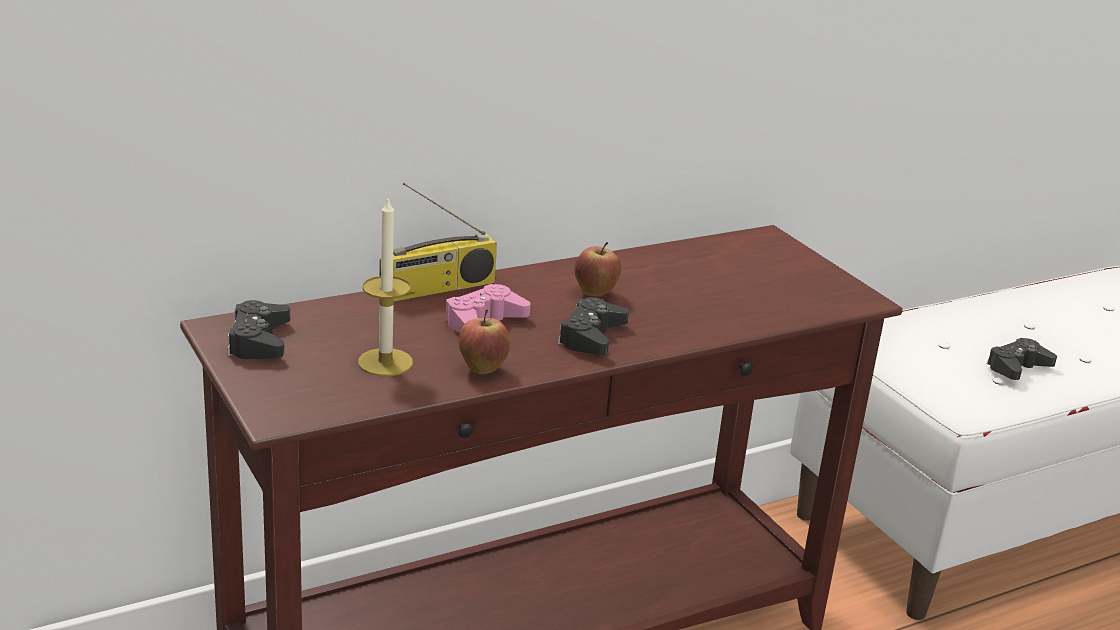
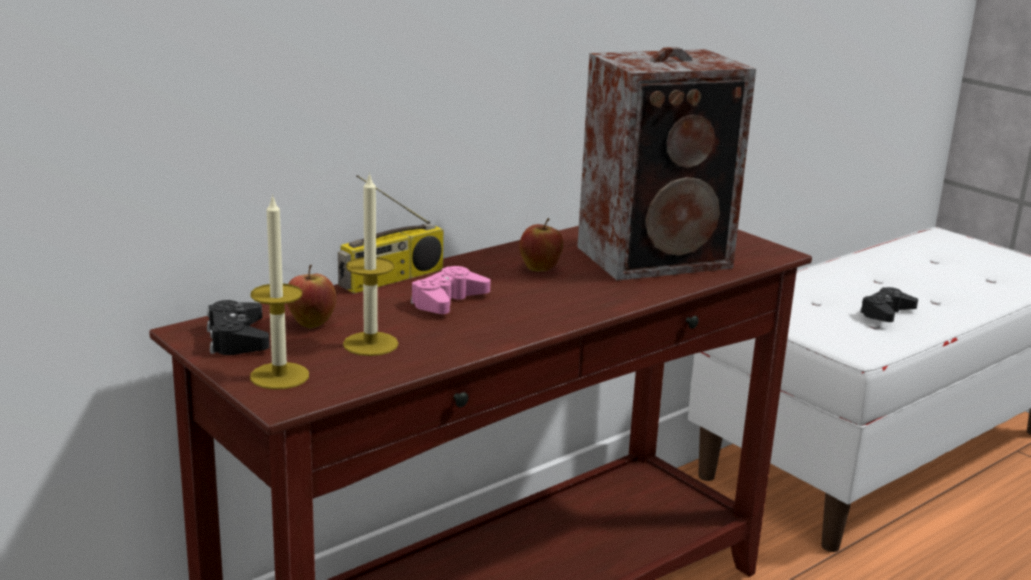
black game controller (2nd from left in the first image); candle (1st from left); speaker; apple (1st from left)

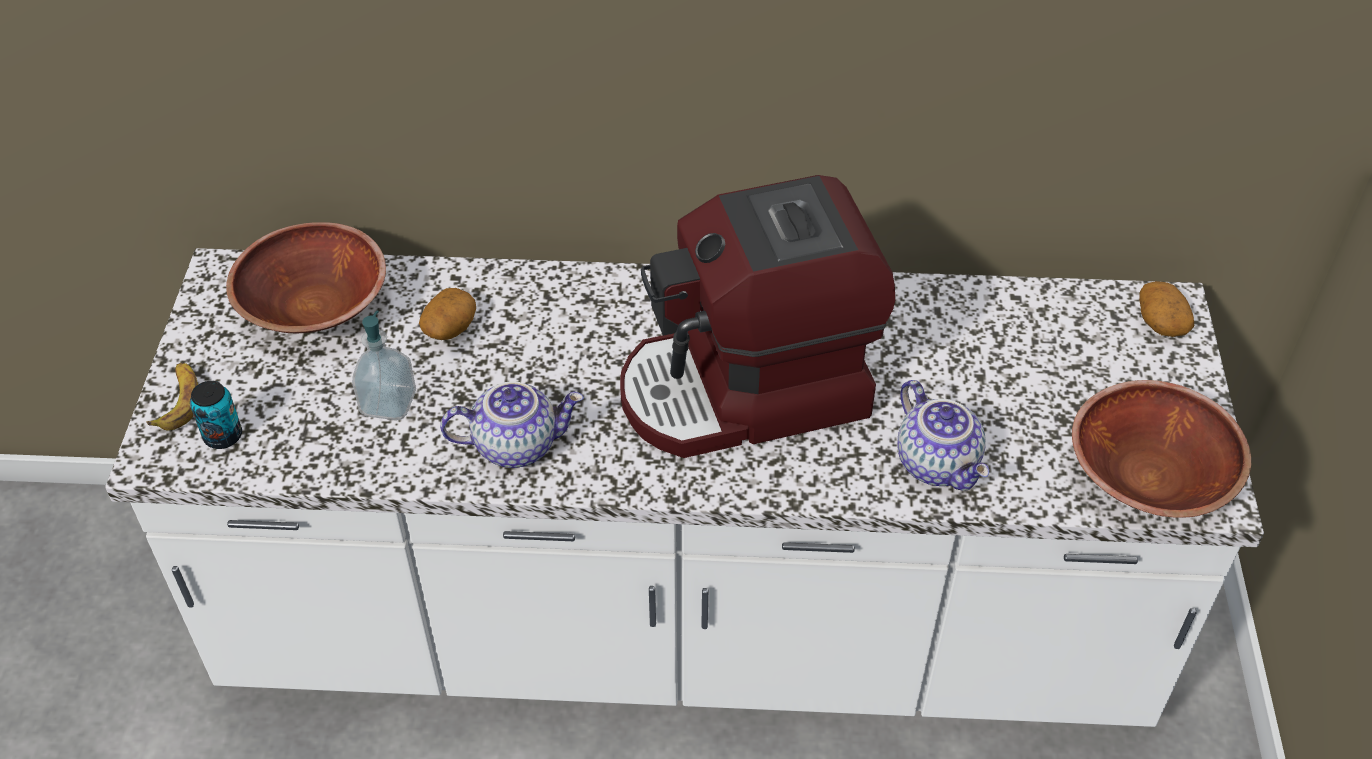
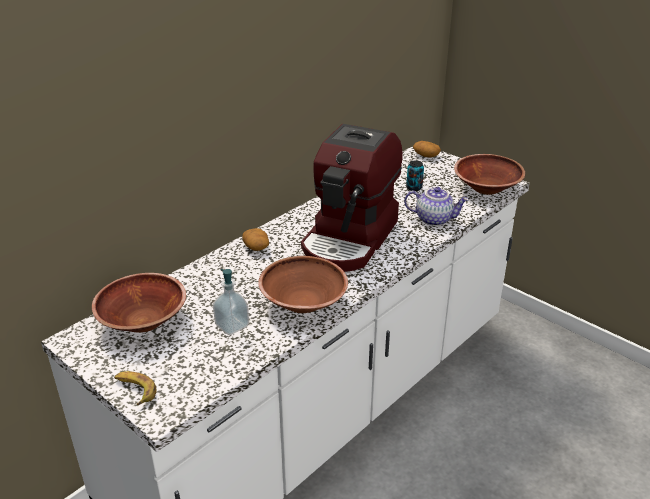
can; potato (1st from left); brown bowl (2nd from left)

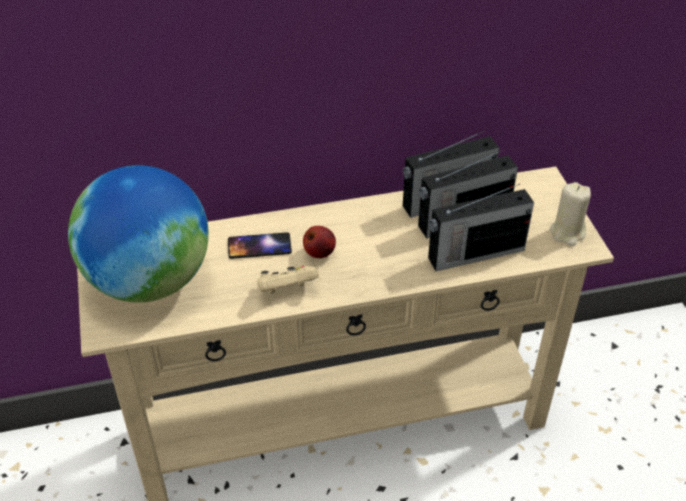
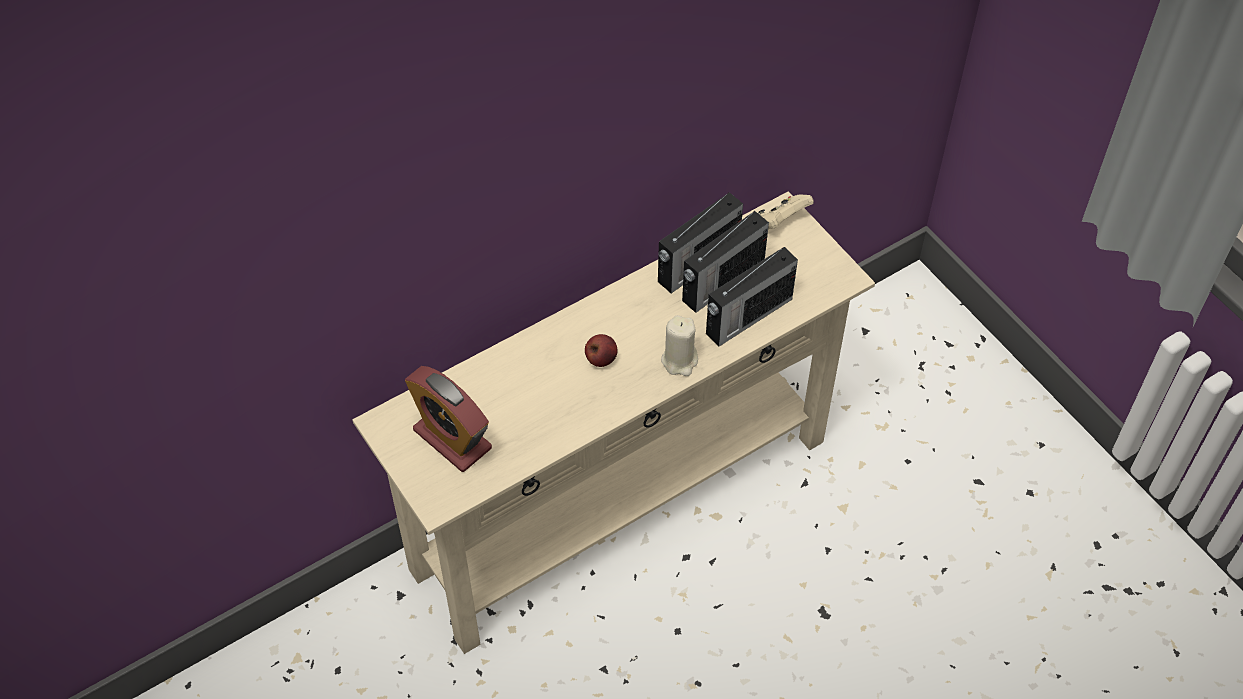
phone; beige game controller; beige candle; alarm clock

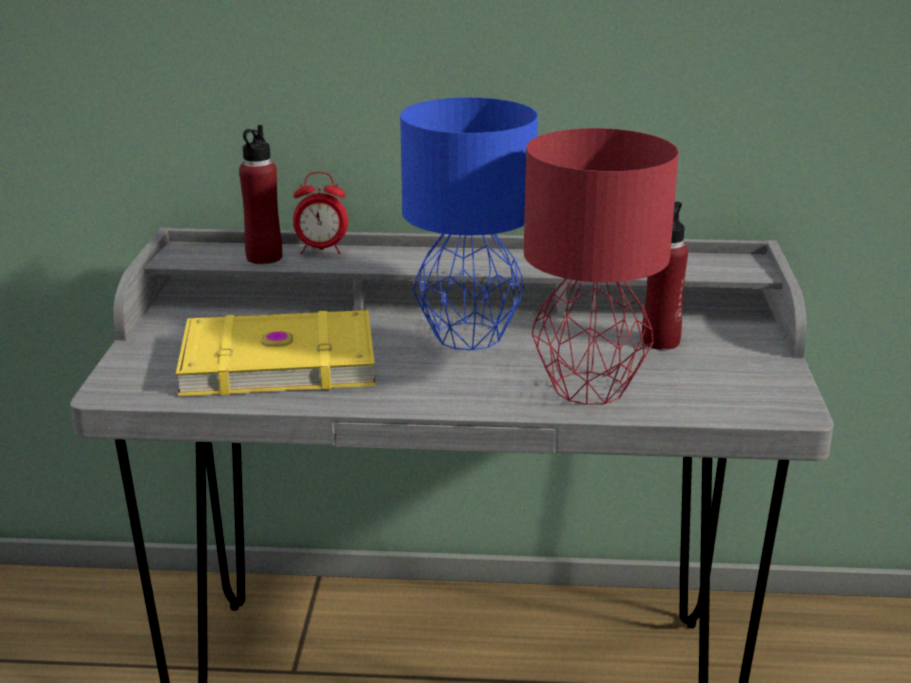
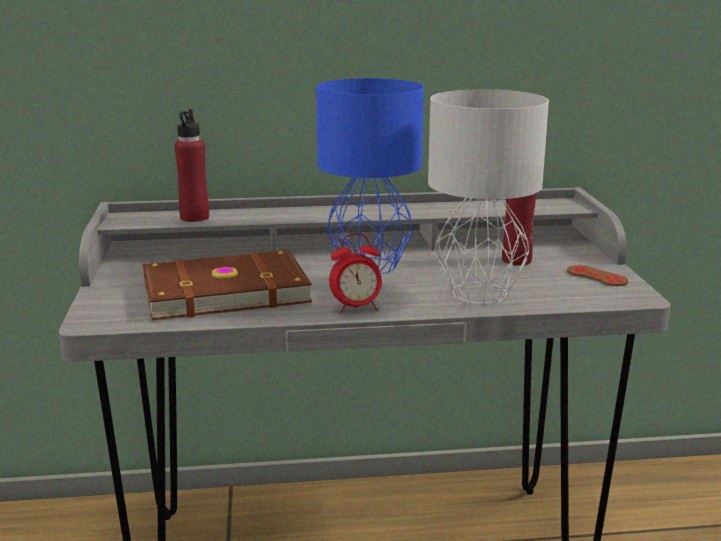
brown game controller; alarm clock; brown book; grey table lamp

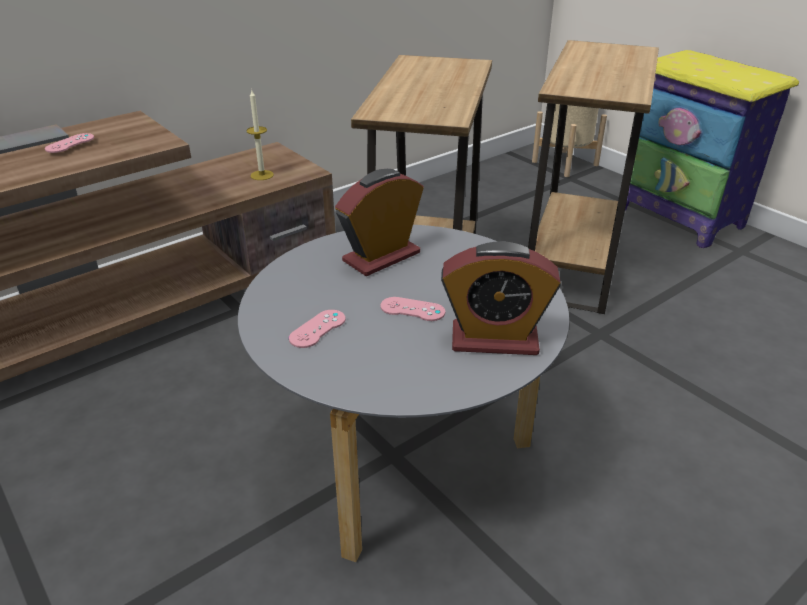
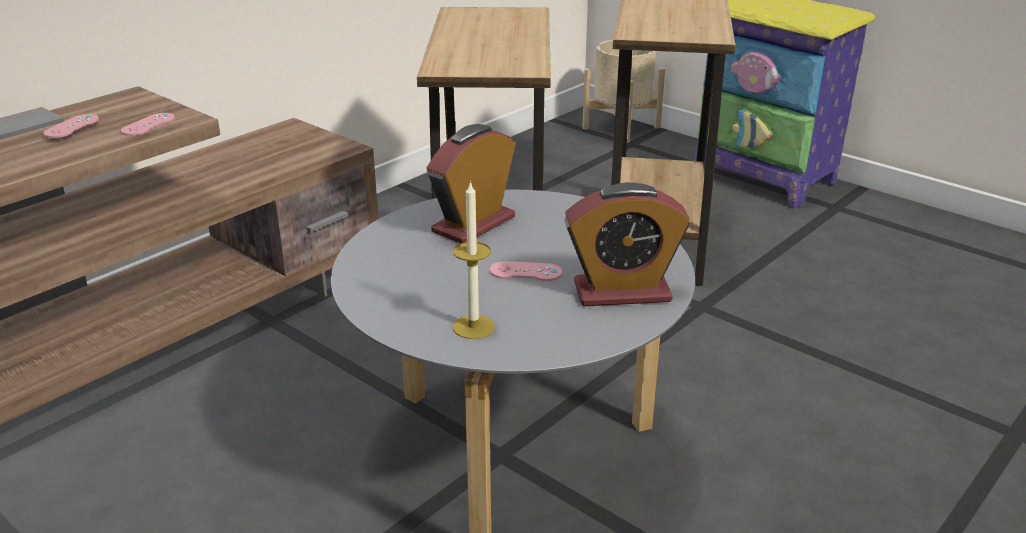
candle; pink game controller (2nd from left)

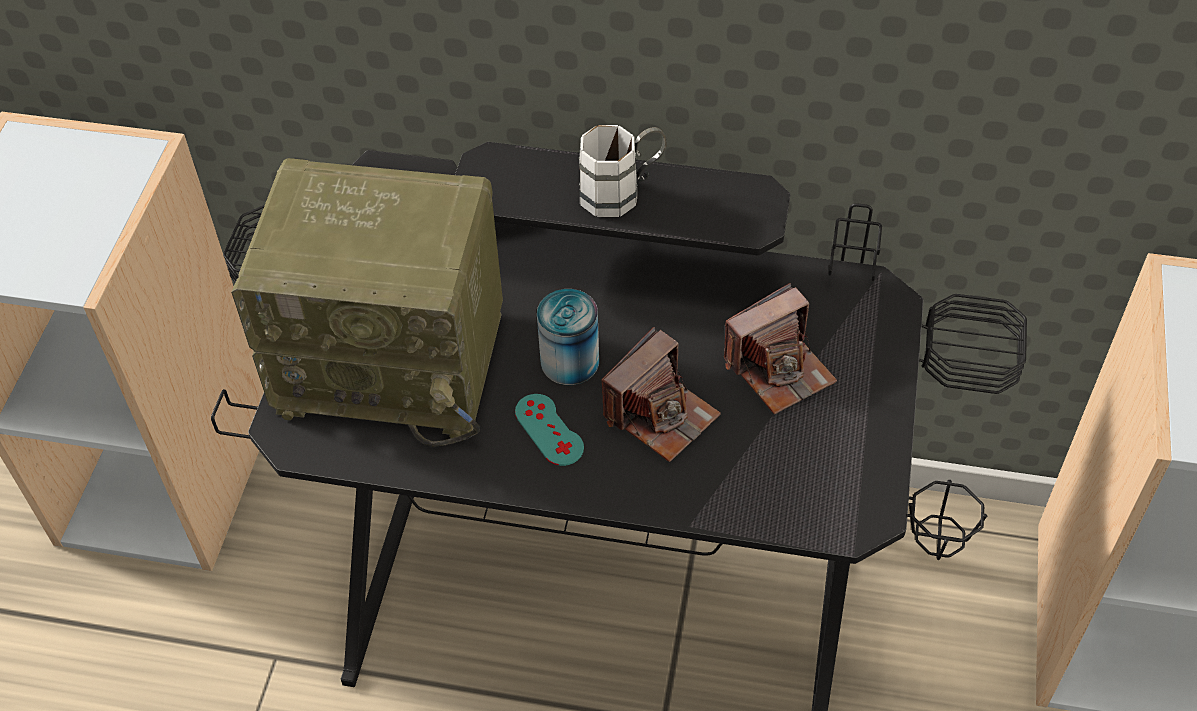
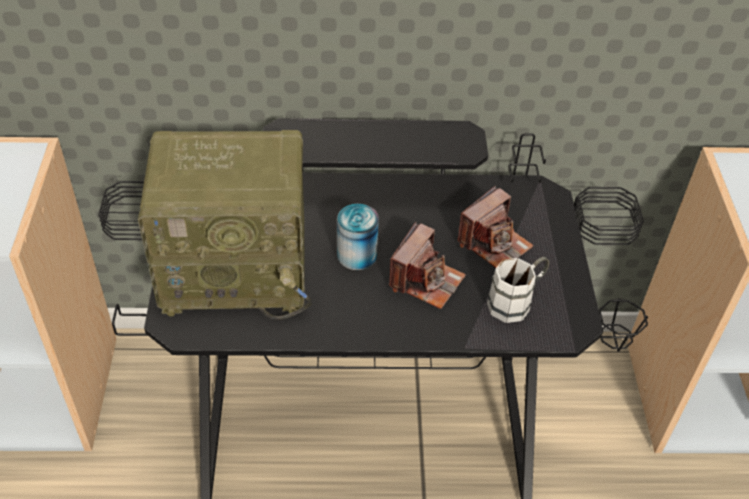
turquoise game controller; white mug

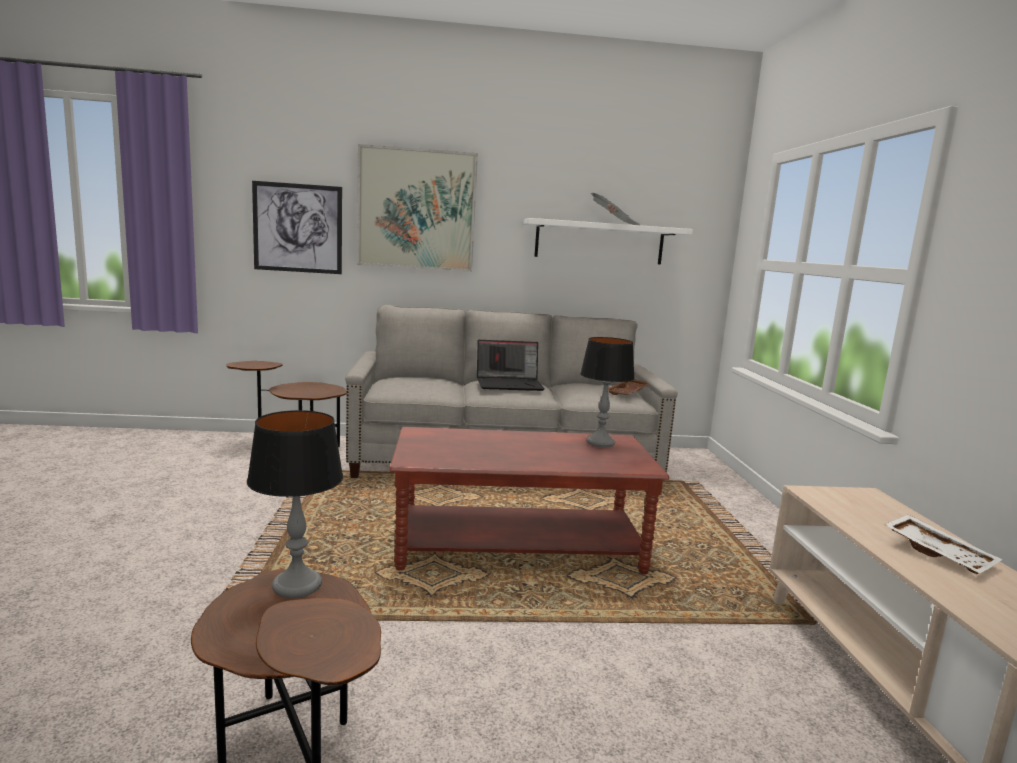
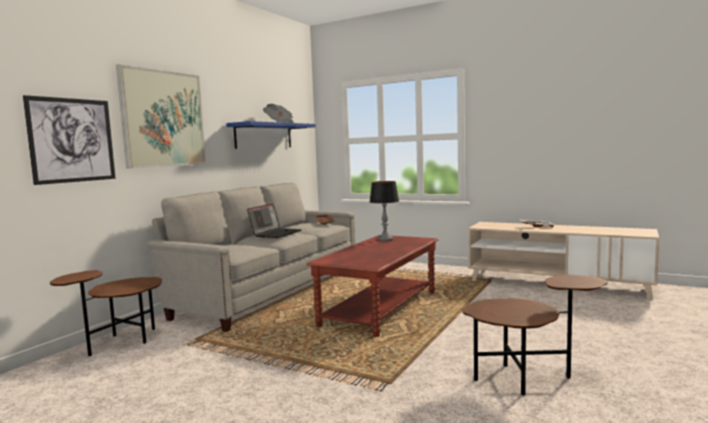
table lamp (1st from left in the first image); blue shelf

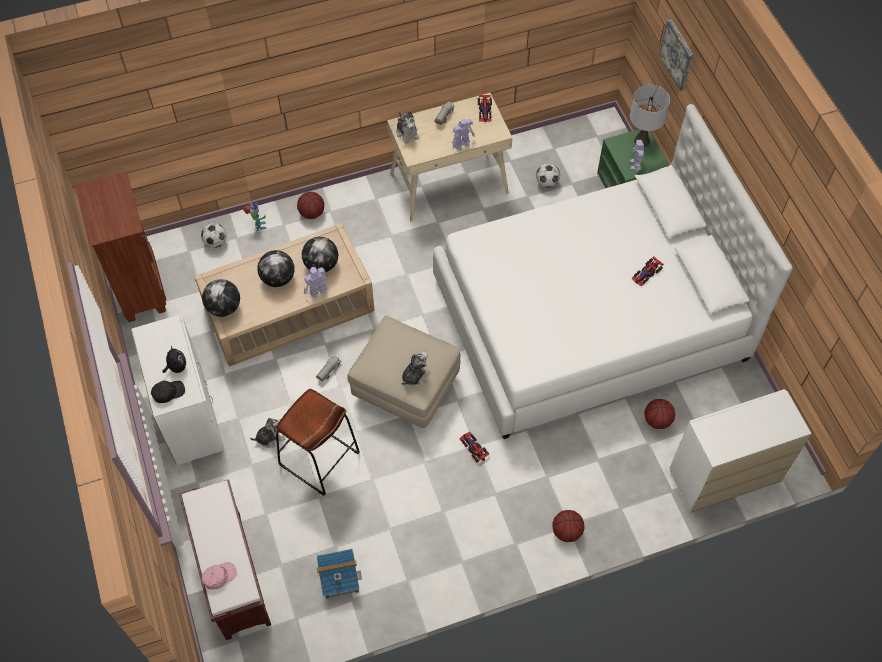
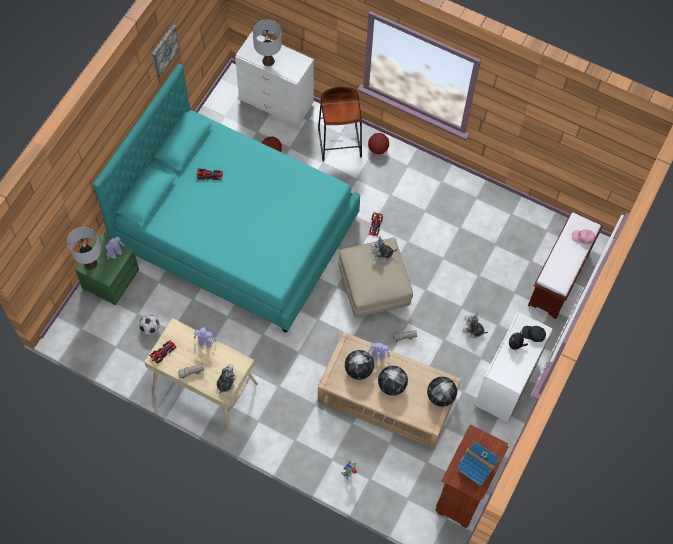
football (1st from left in the first image); basketball (1st from left in the first image); grey table lamp (2nd from left); brown stool; toy house; picture; turquoise bed

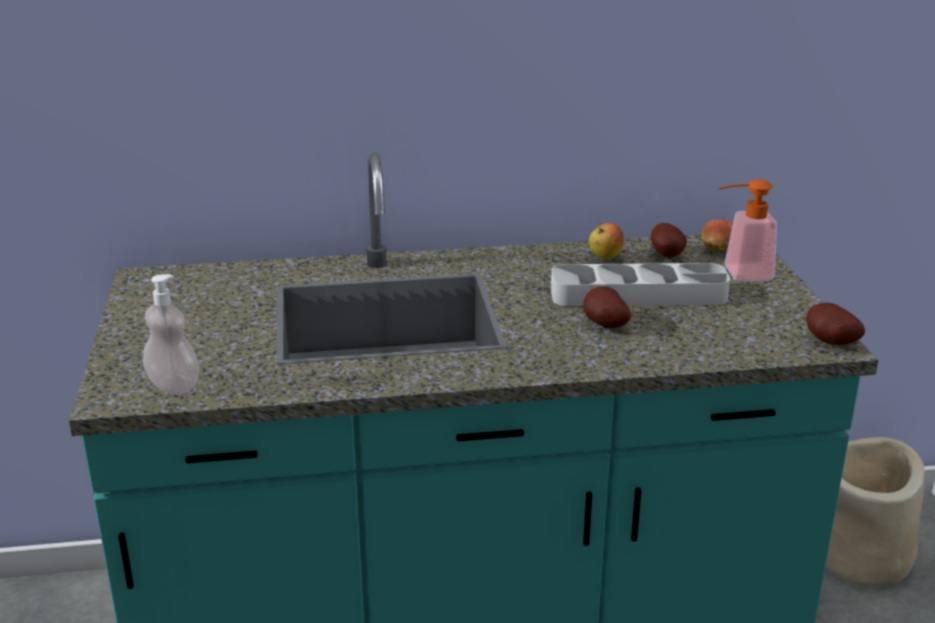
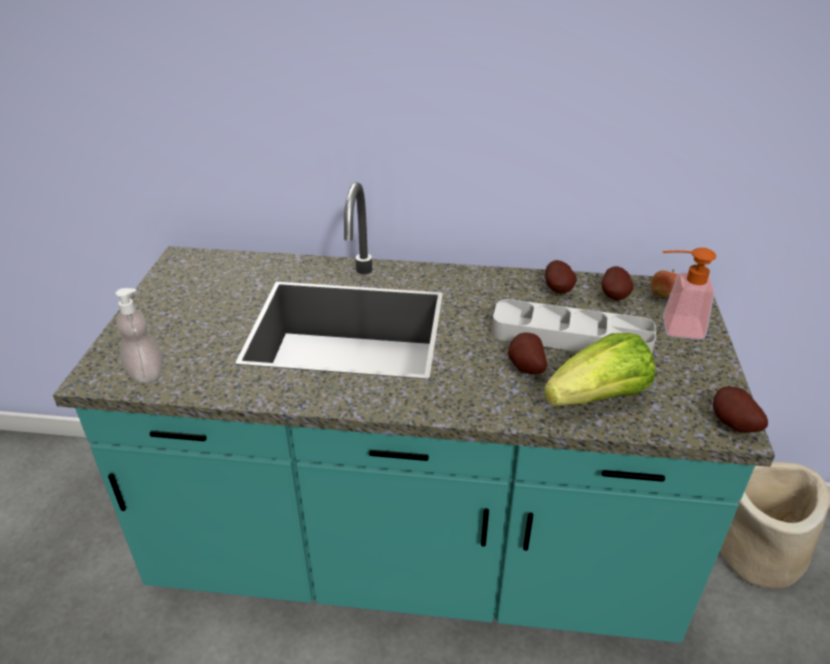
lettuce; potato (2nd from left)

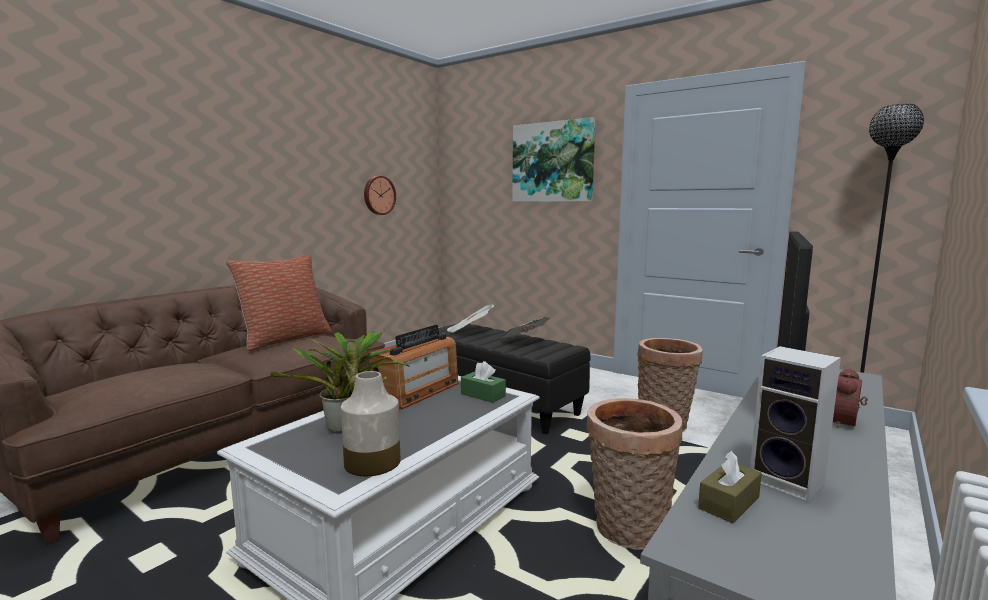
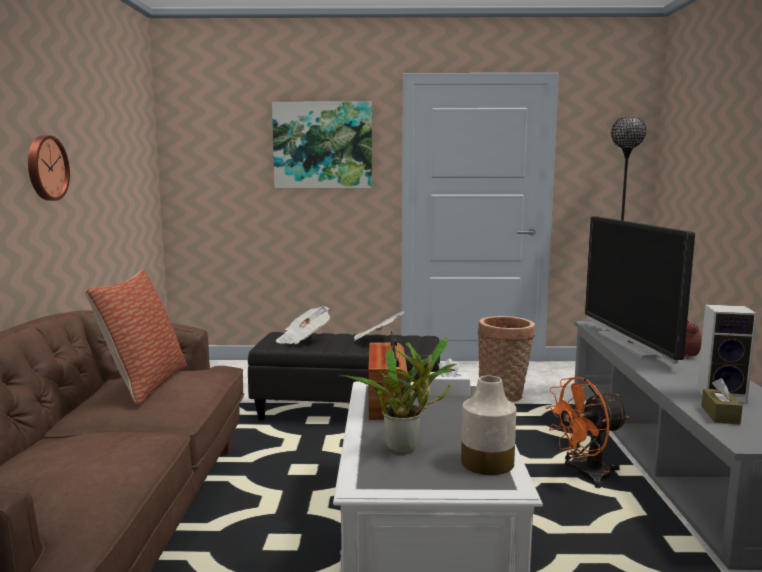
wall clock; orange fan; white tissue box

